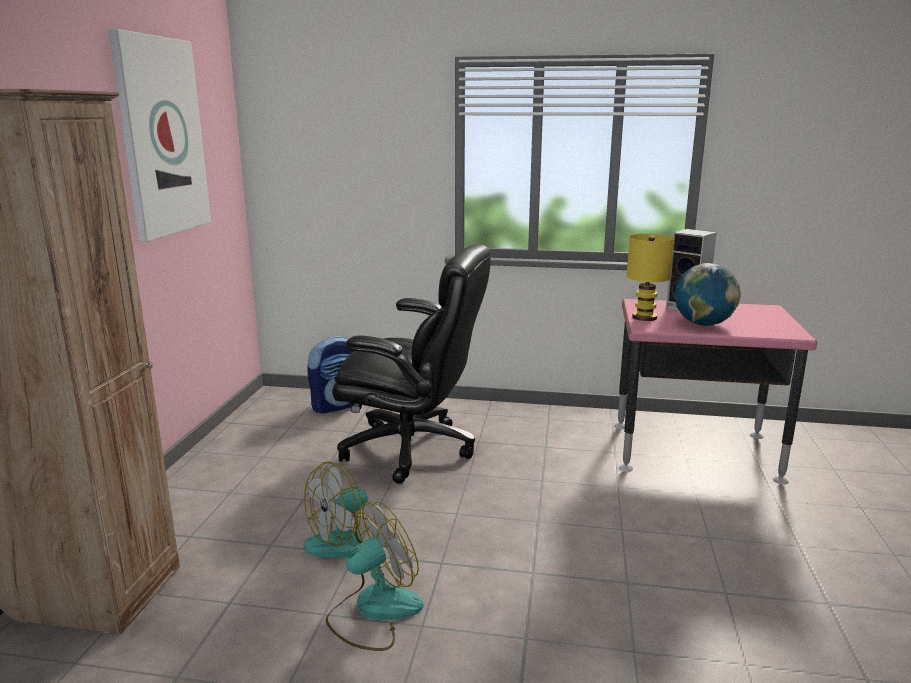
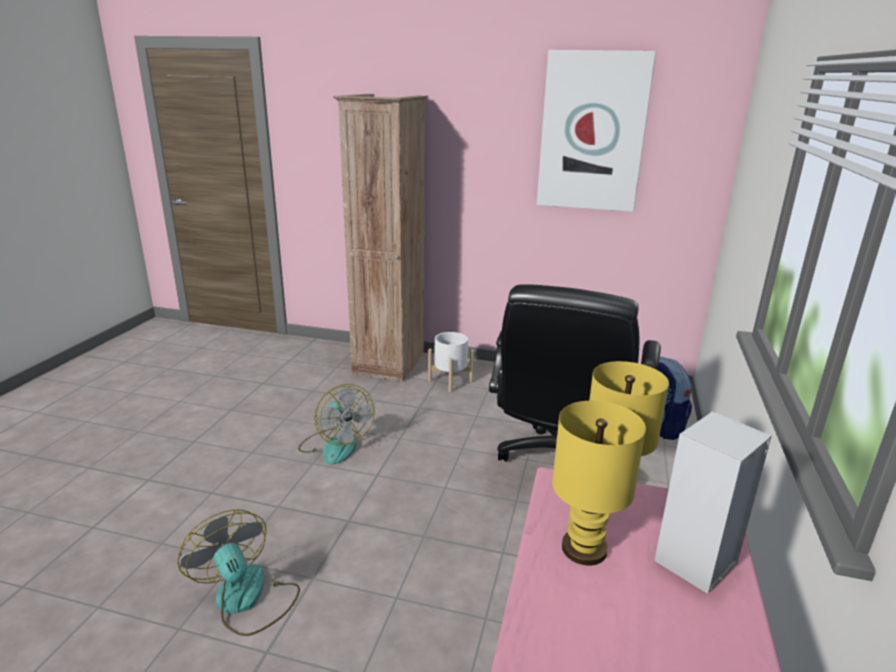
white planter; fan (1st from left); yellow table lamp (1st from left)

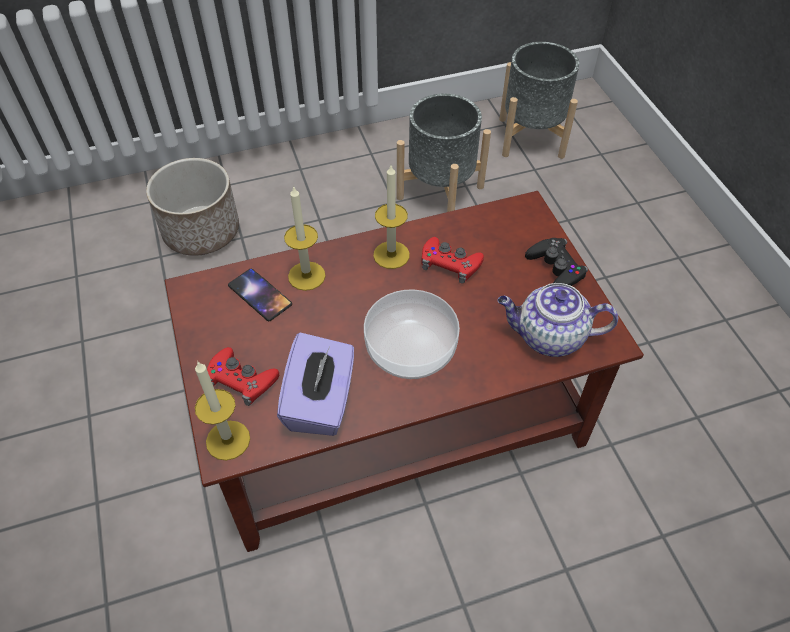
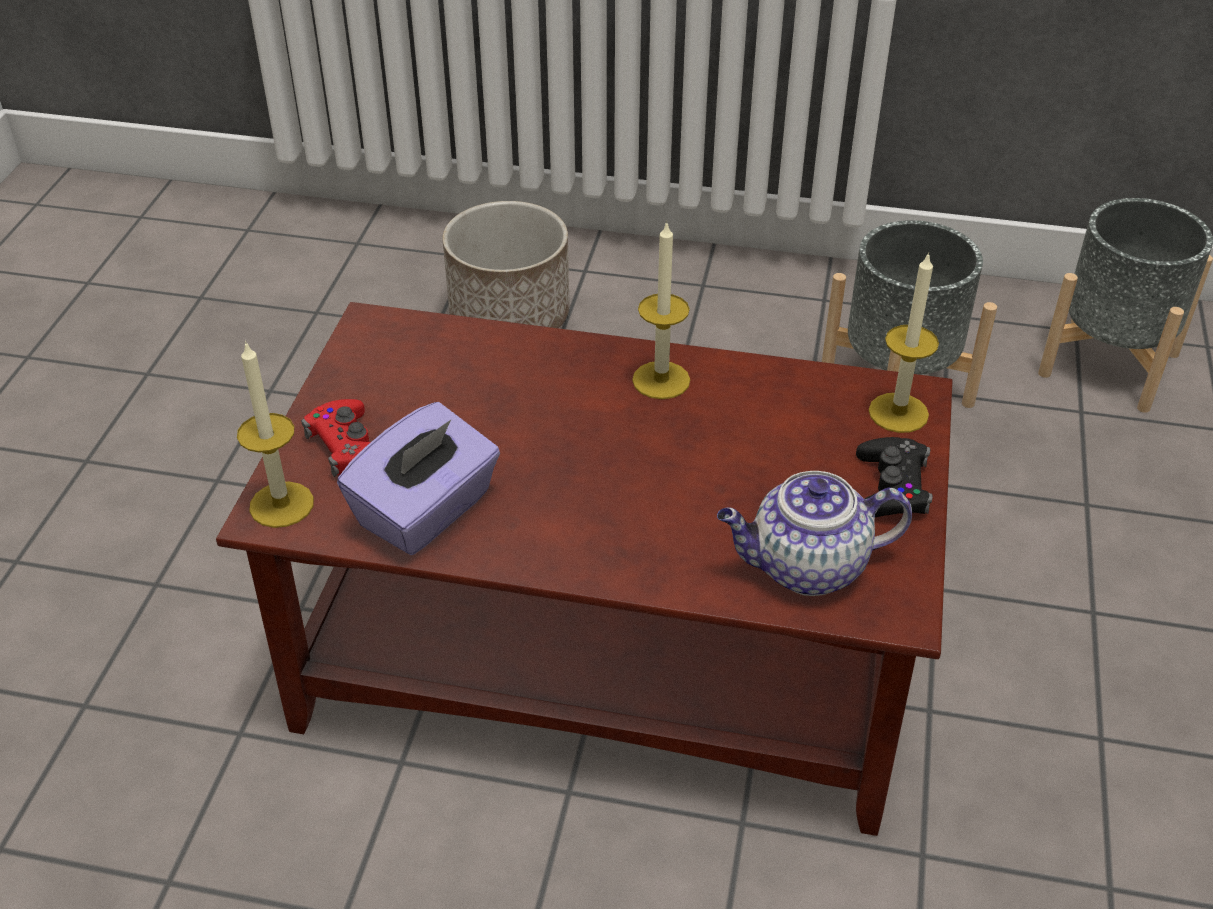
phone; bowl; red game controller (2nd from left in the first image); candle (3rd from left); teapot

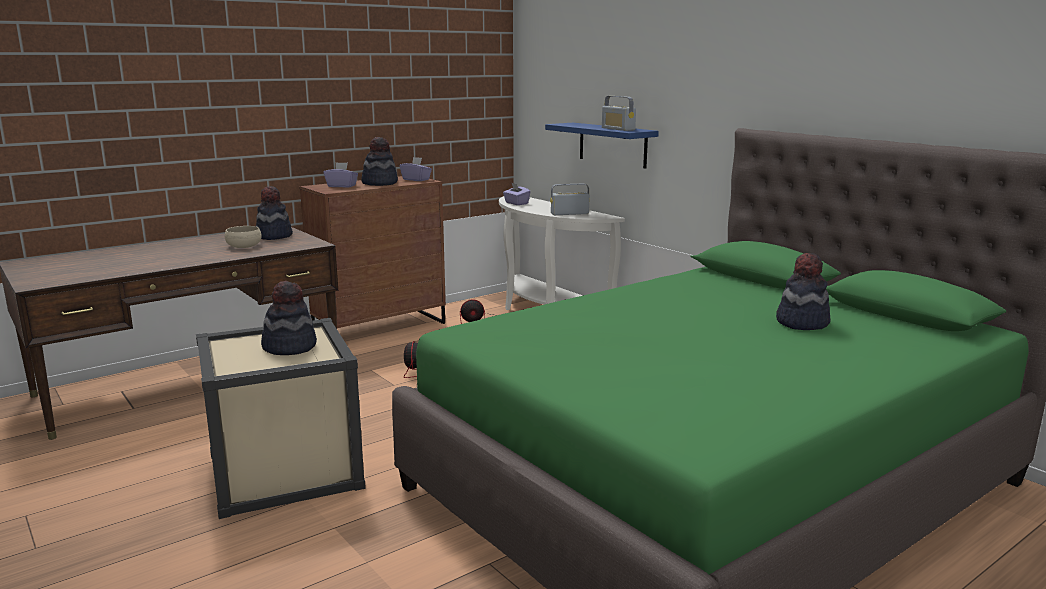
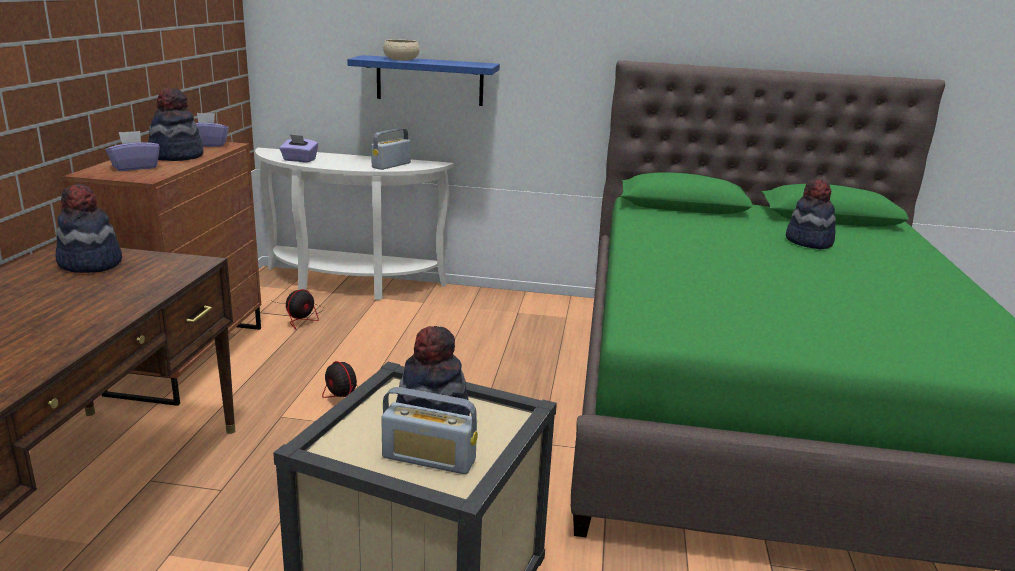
beige bowl; radio (2nd from left)

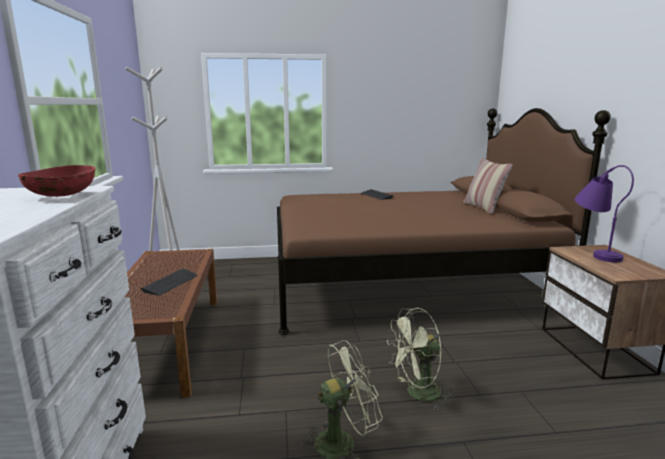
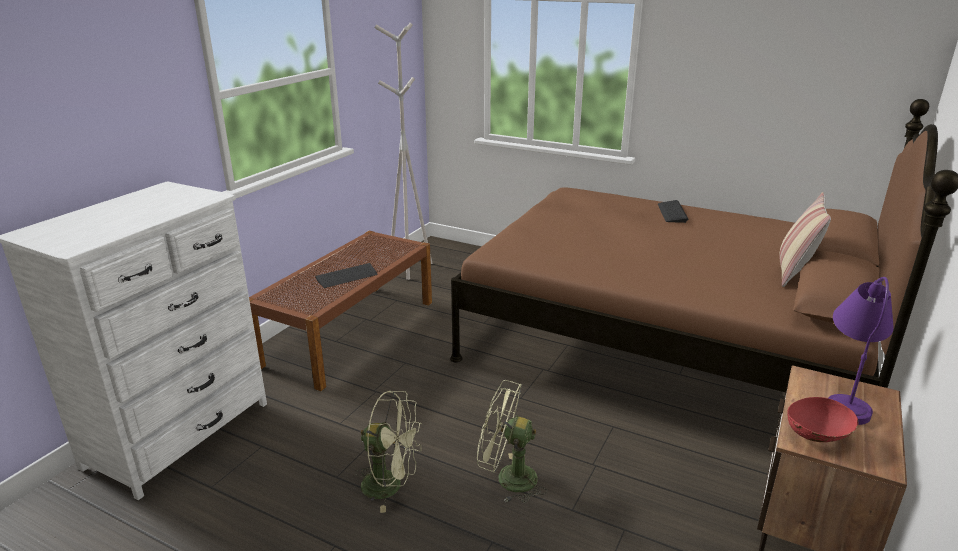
red bowl

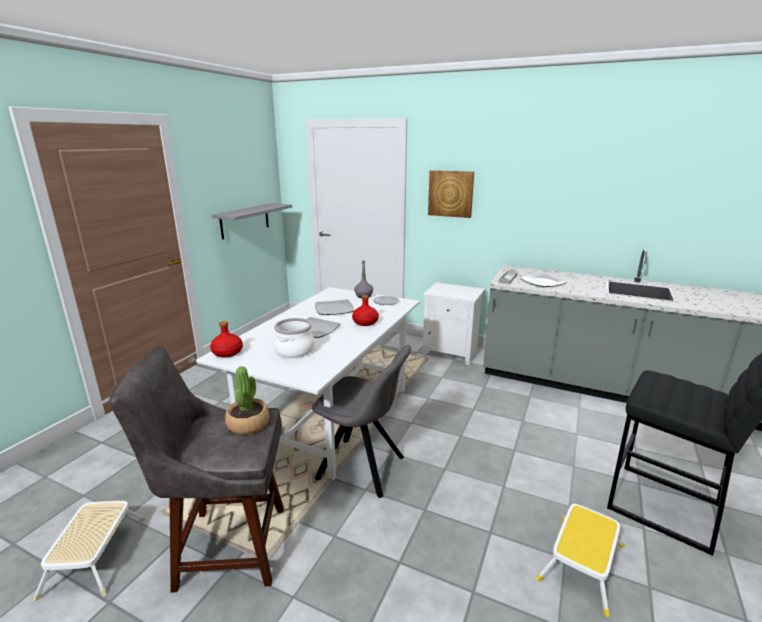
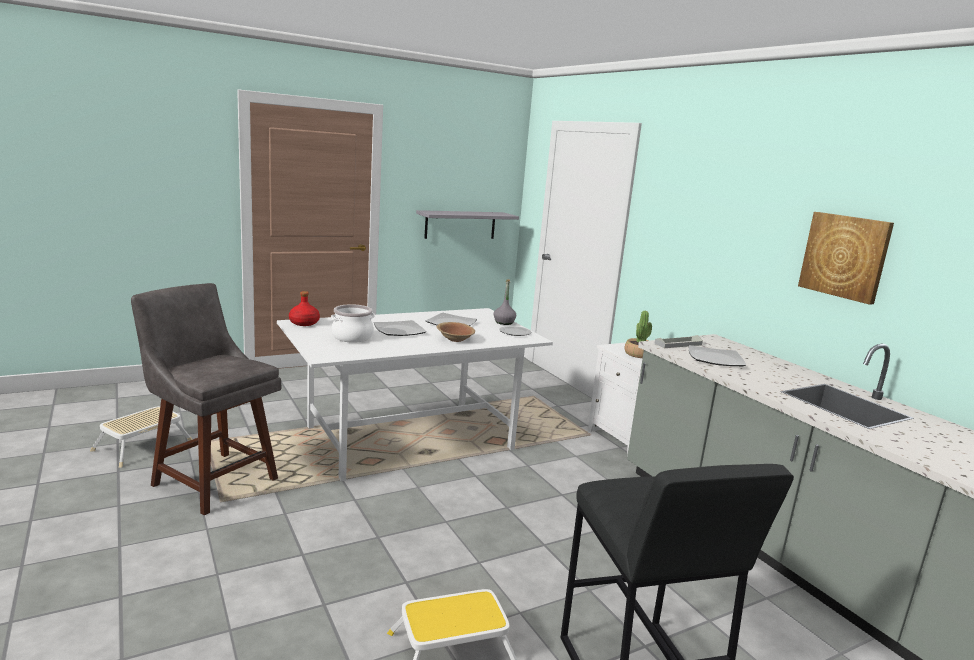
grey chair; potted plant; picture; brown bowl

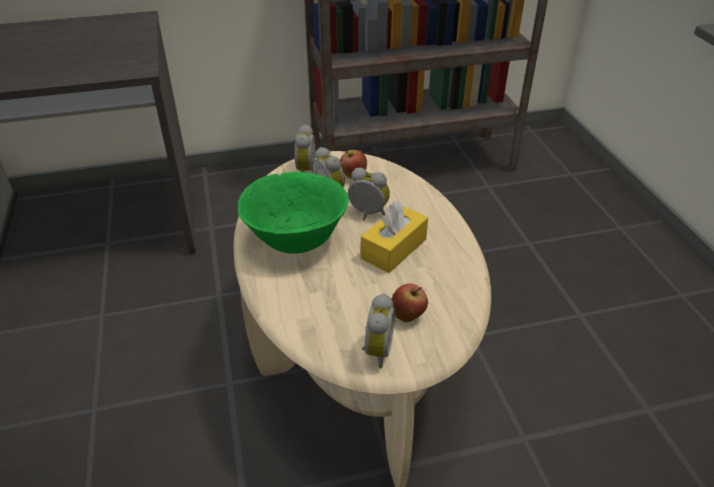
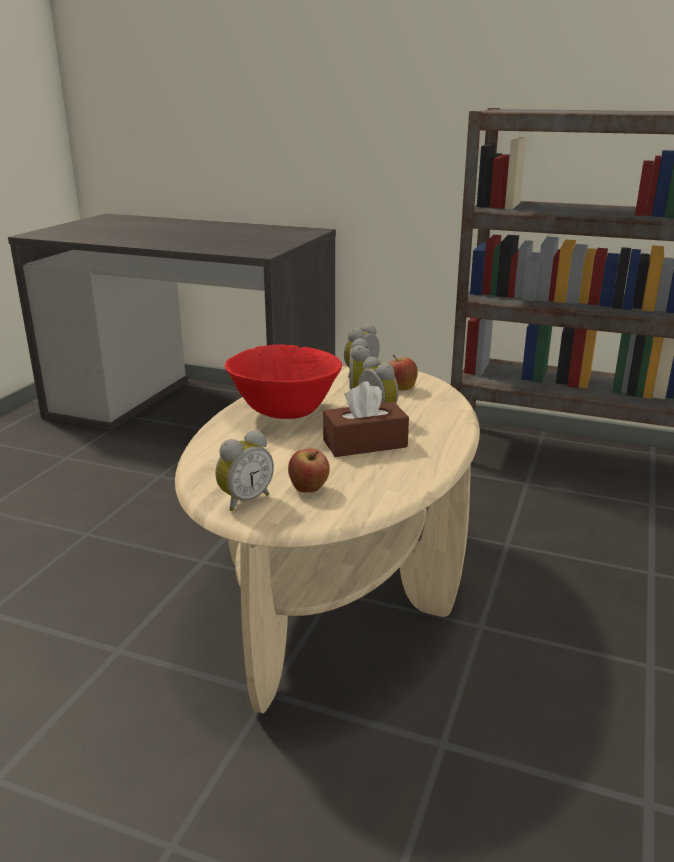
red bowl; brown tissue box

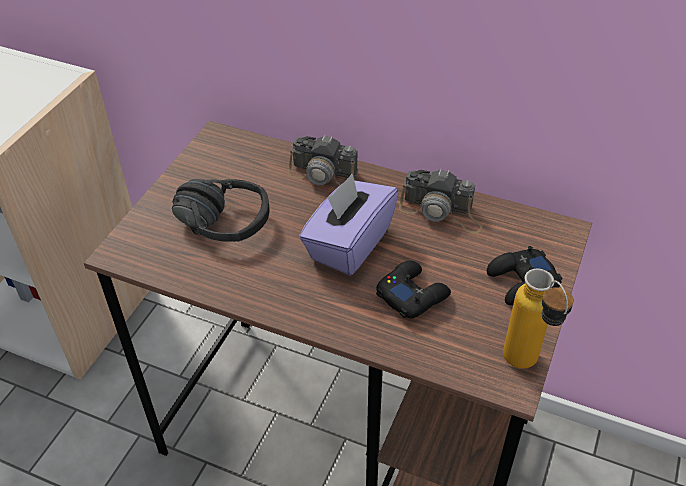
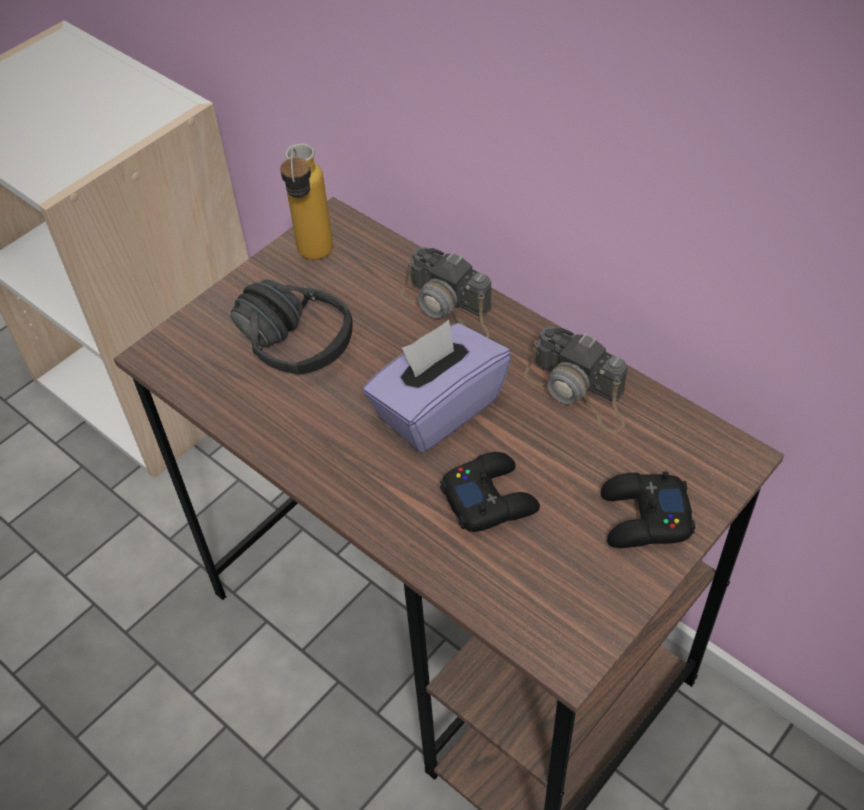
bottle

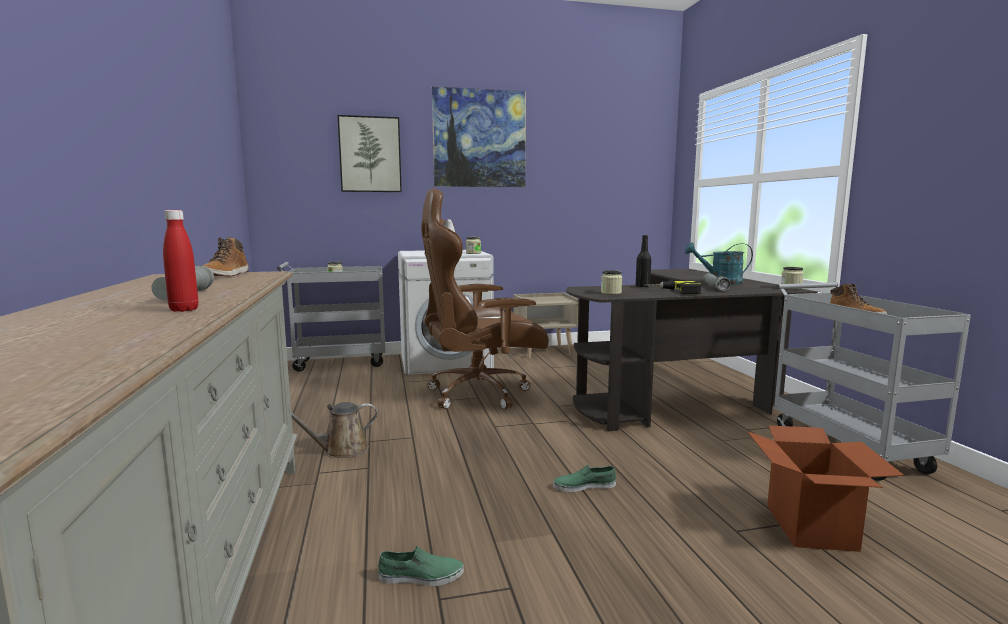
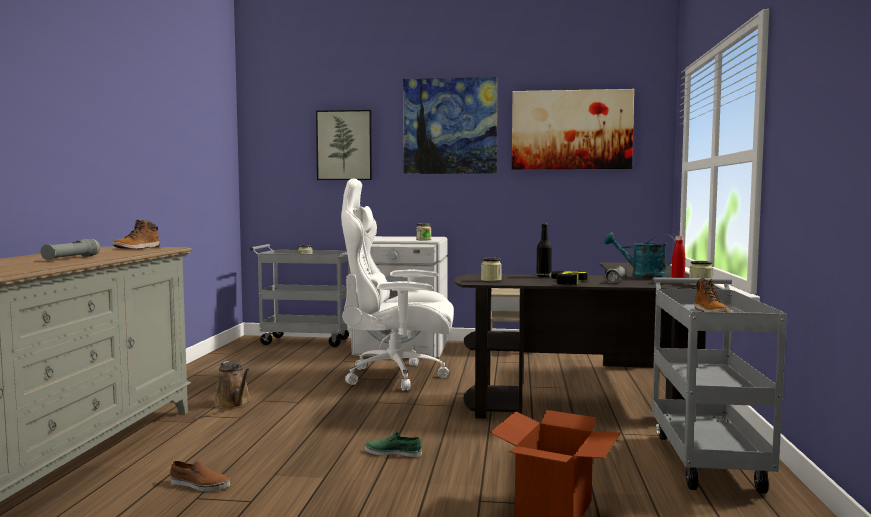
picture (3rd from left); red bottle; brown shoe; white office chair; brown watering can

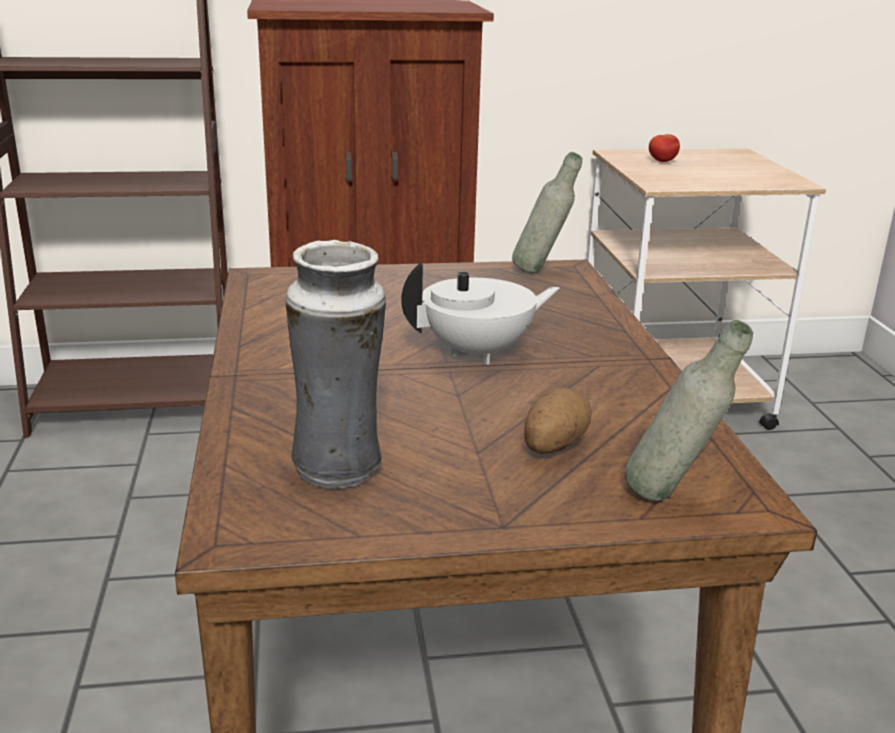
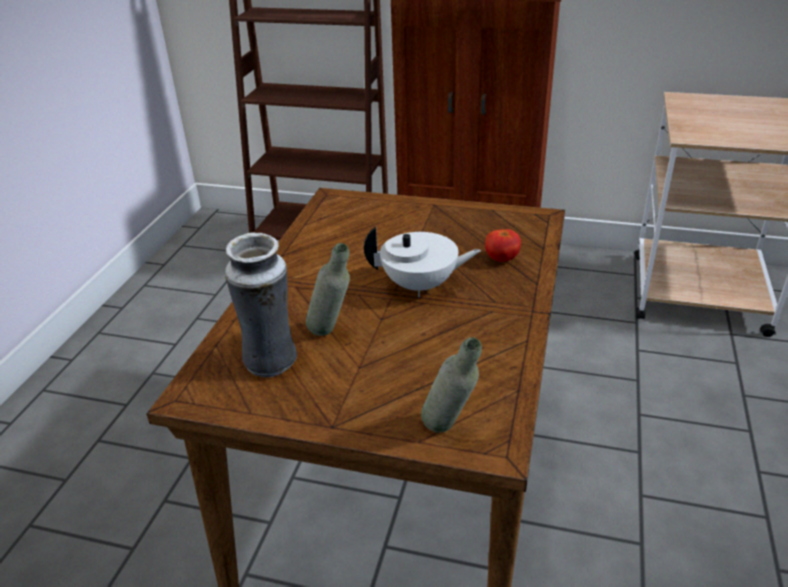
potato; grey bottle (1st from left); tomato

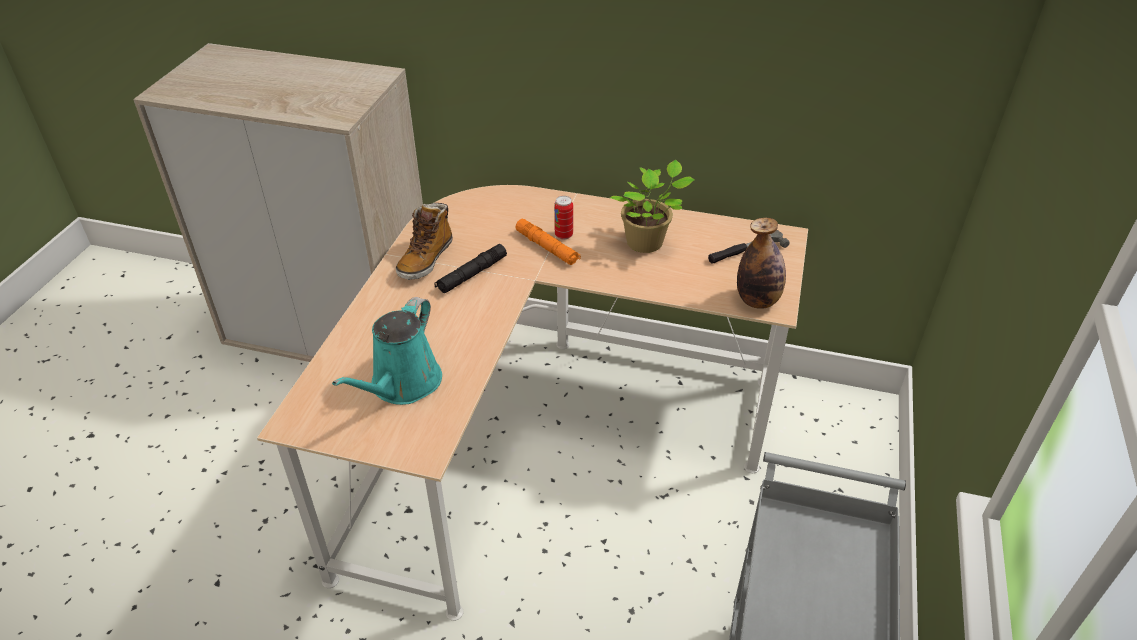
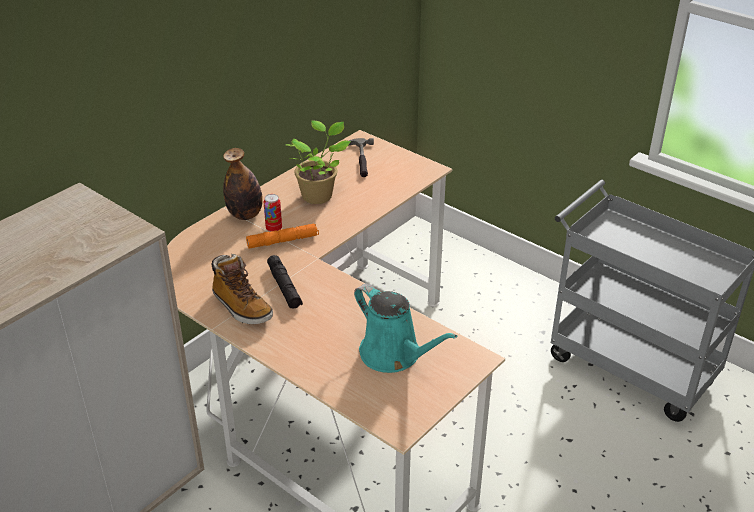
bottle

